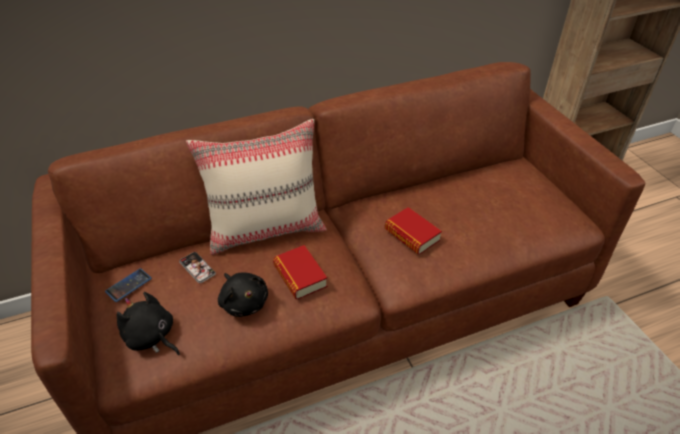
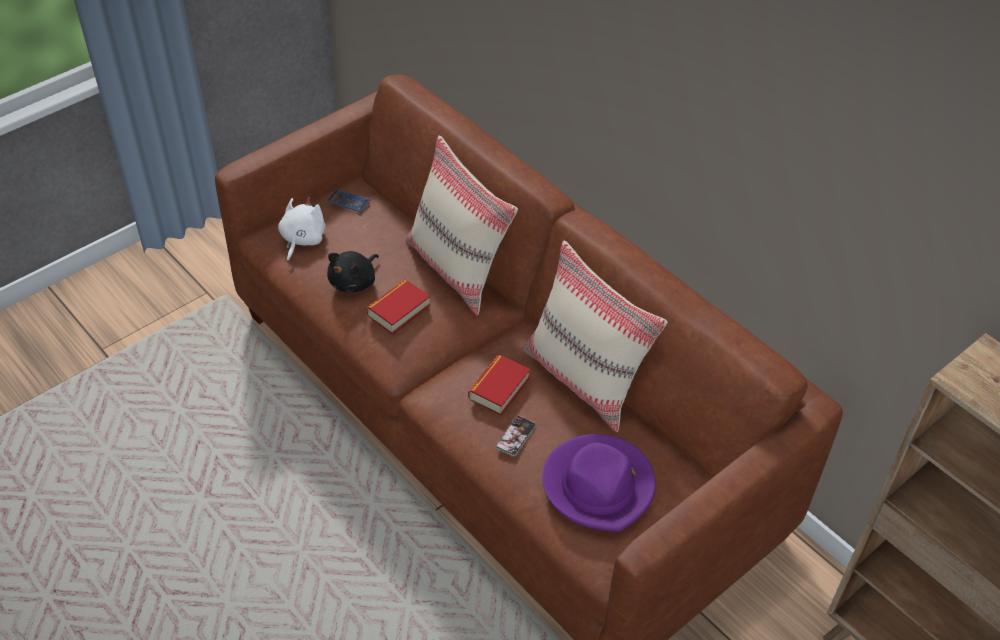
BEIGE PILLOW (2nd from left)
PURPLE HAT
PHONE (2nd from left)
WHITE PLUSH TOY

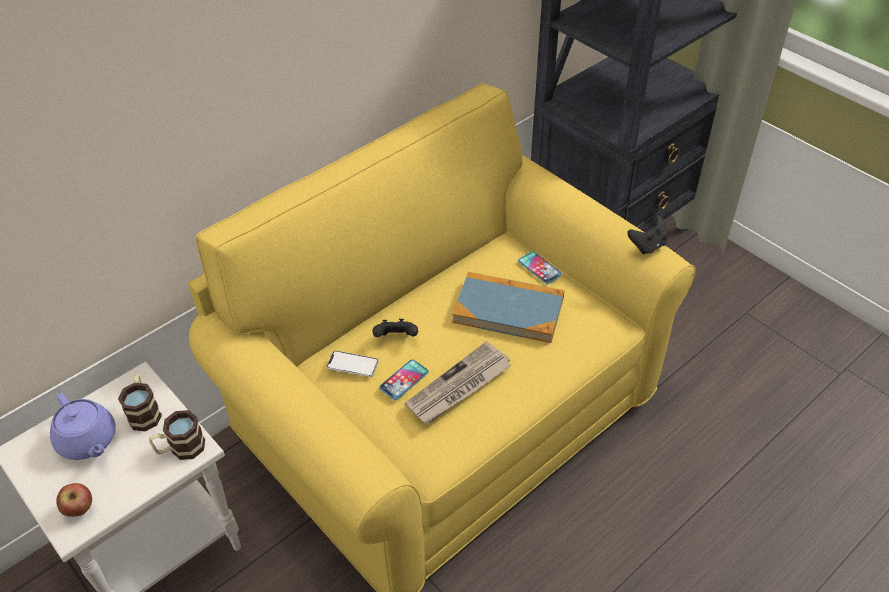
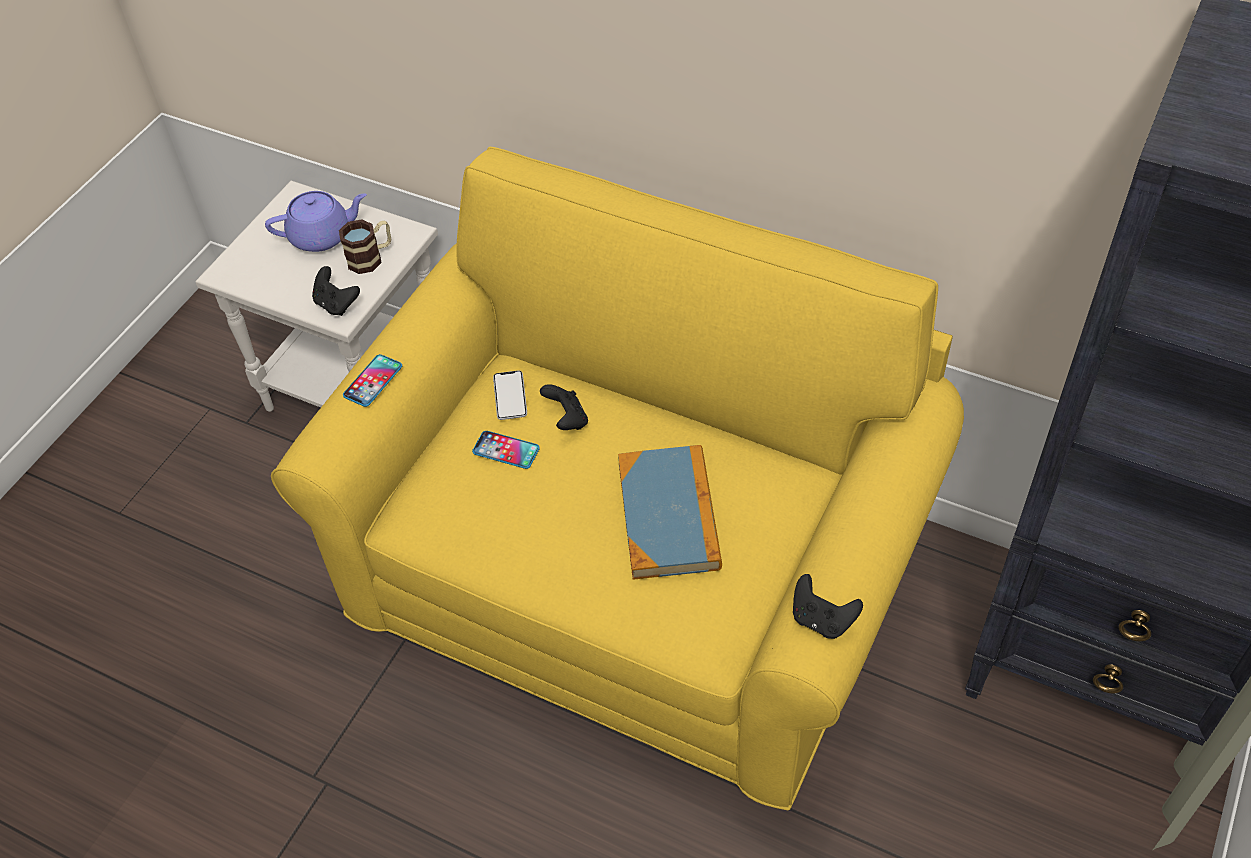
APPLE
NEWSPAPER
PHONE (1st from left)
BLACK GAME CONTROLLER (1st from left)
PURPLE TEAPOT

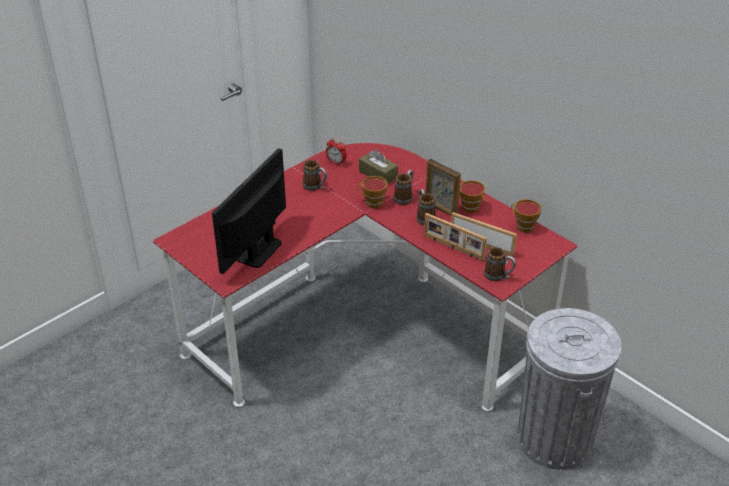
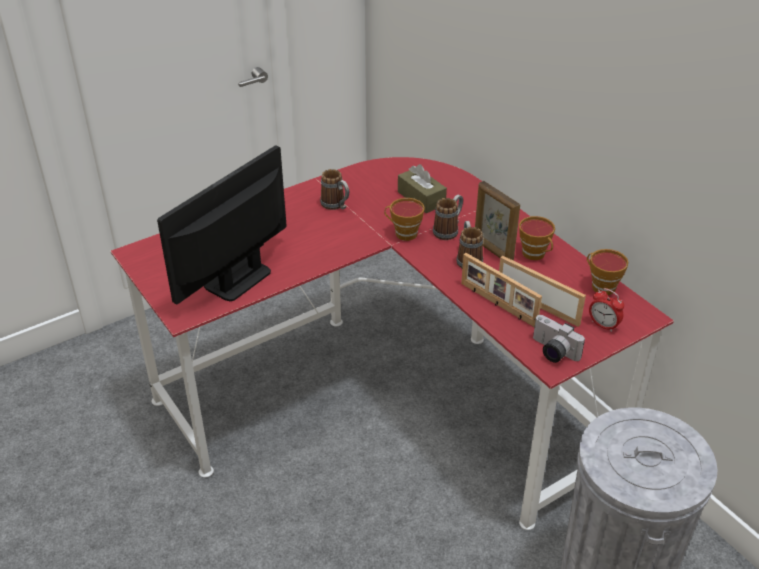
ALARM CLOCK
PHOTO CAMERA

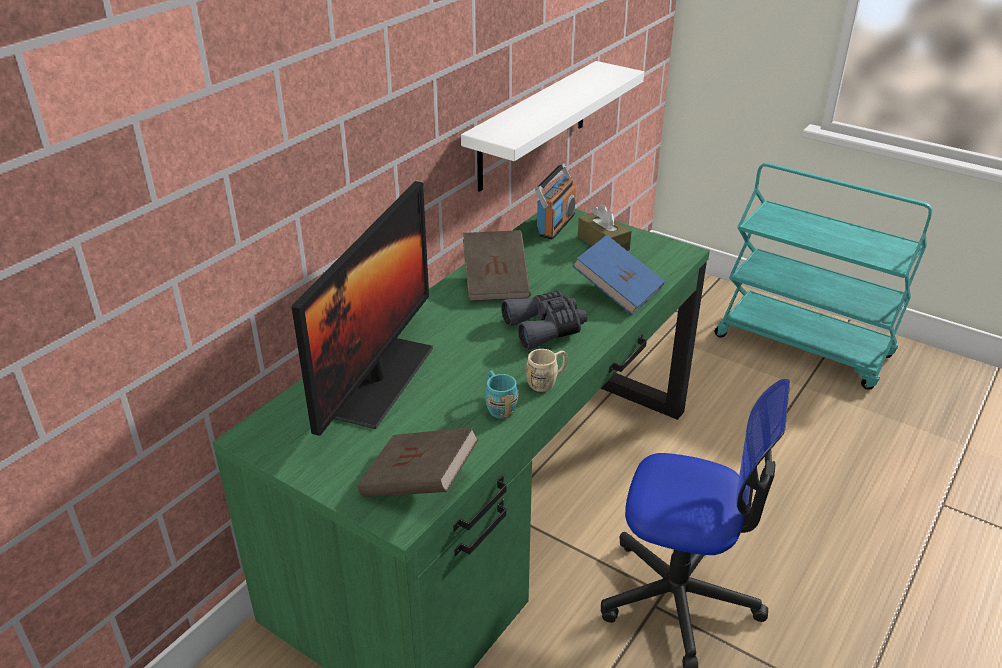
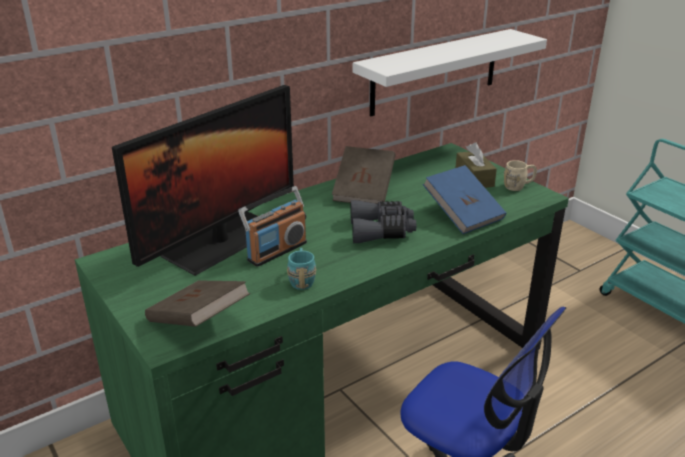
BEIGE MUG
RADIO

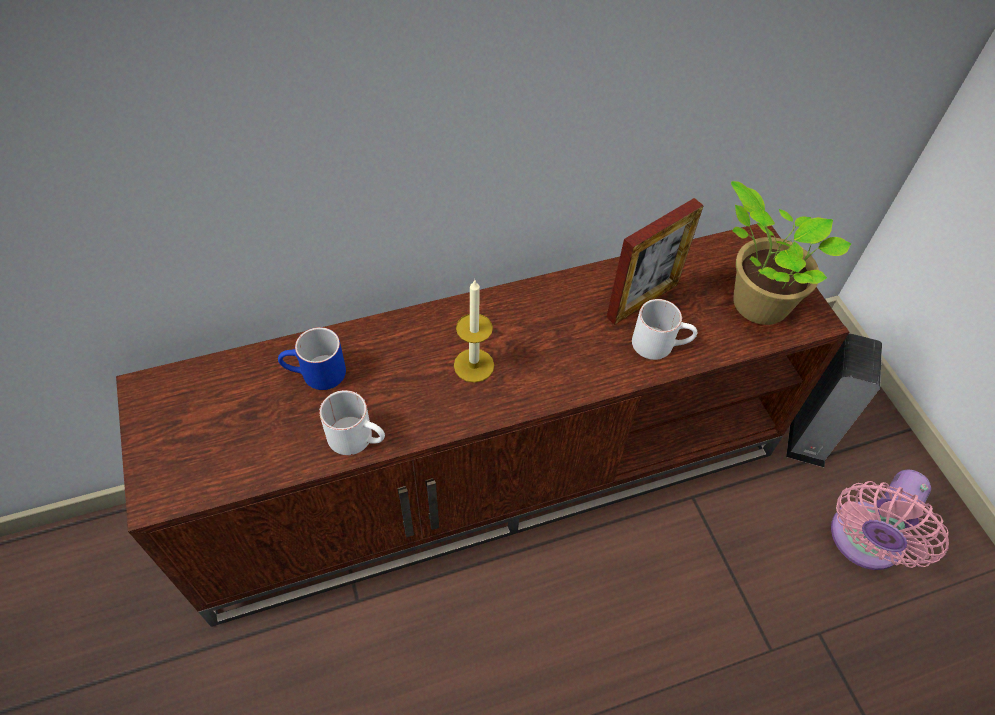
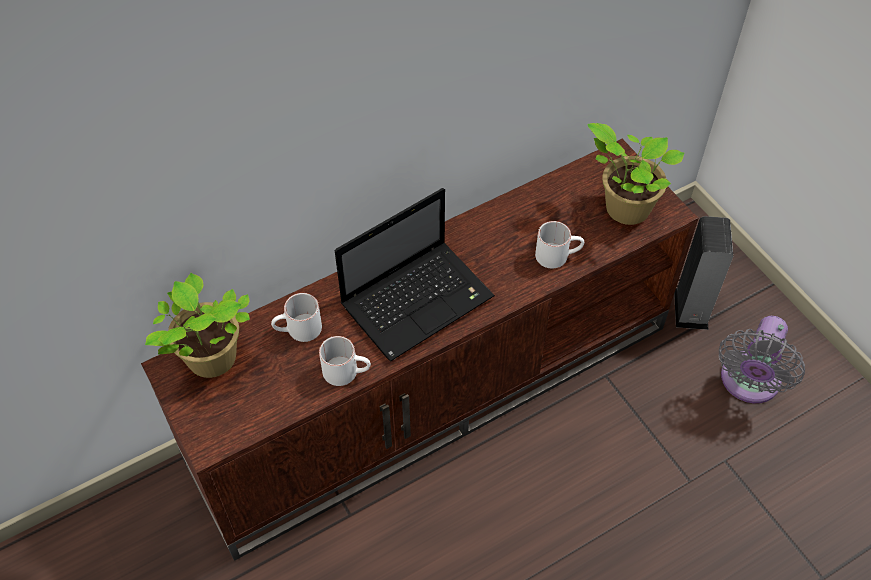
PICTURE FRAME
POTTED PLANT (1st from left)
LAPTOP
WHITE MUG (1st from left)
GREY FAN

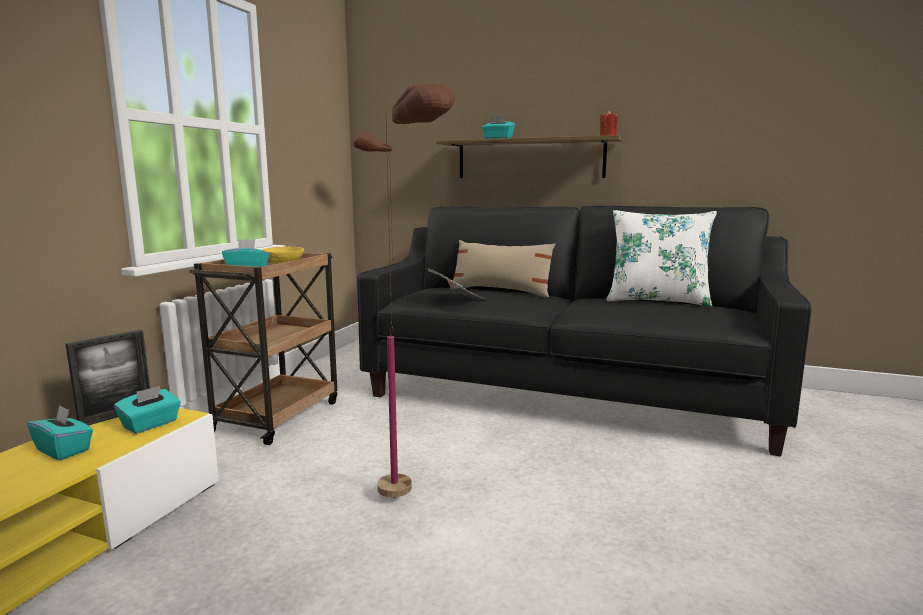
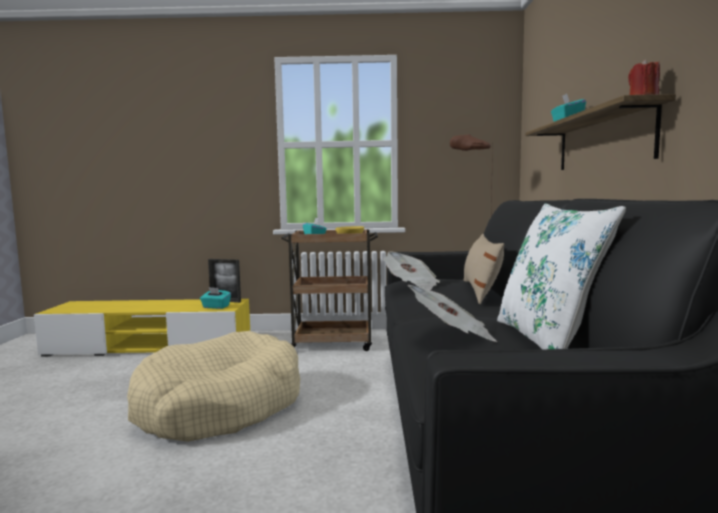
TURQUOISE TISSUE BOX (1st from left in the first image)
NEWSPAPER (2nd from left)
BEIGE DOG BED

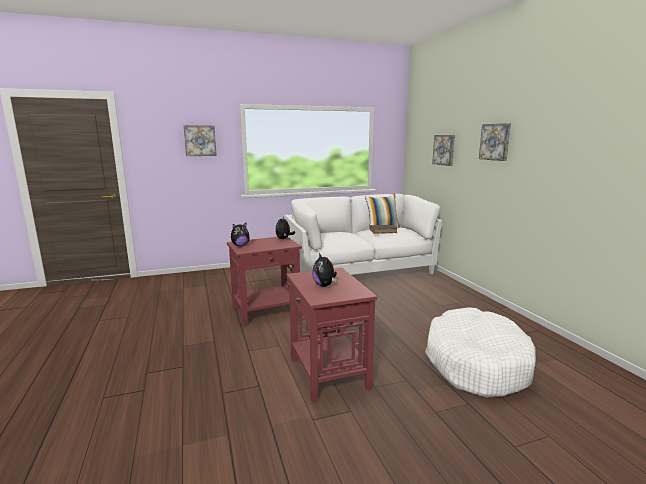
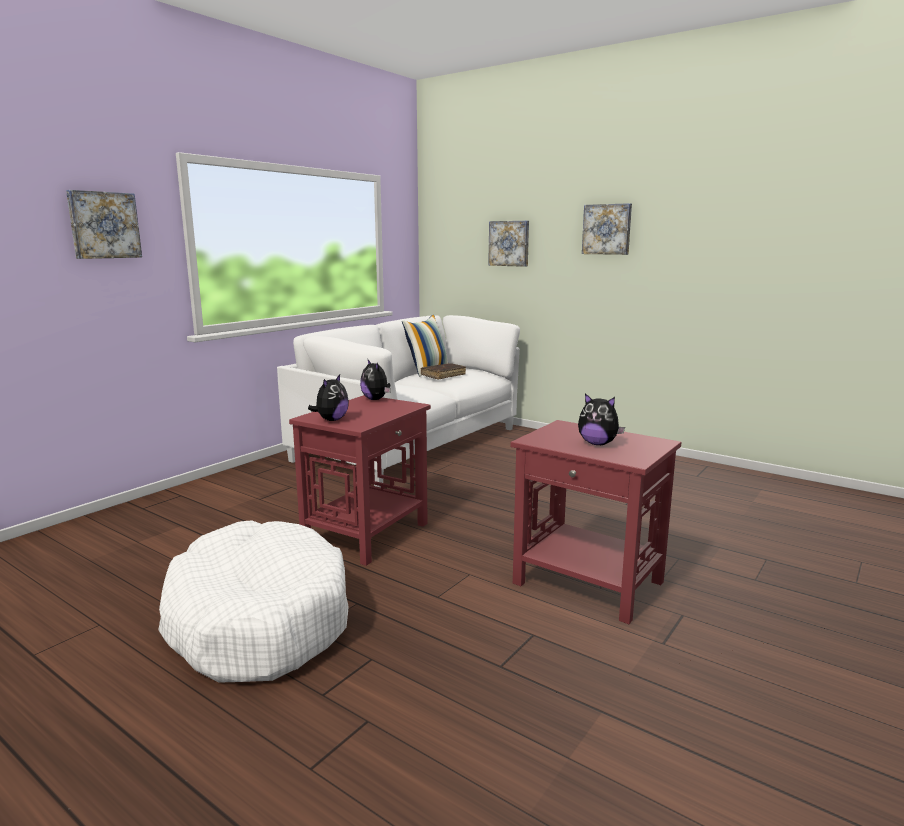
WHITE DOG BED

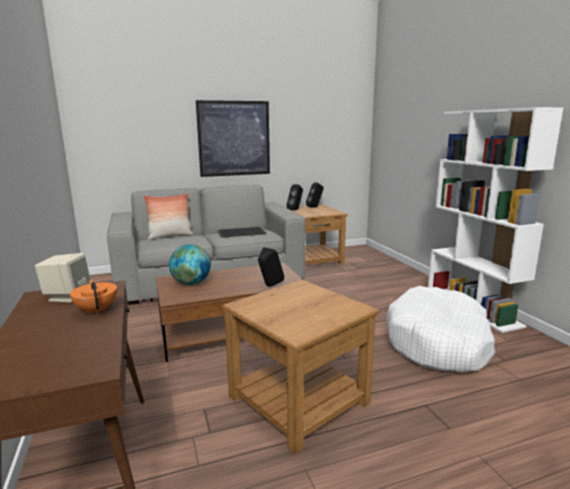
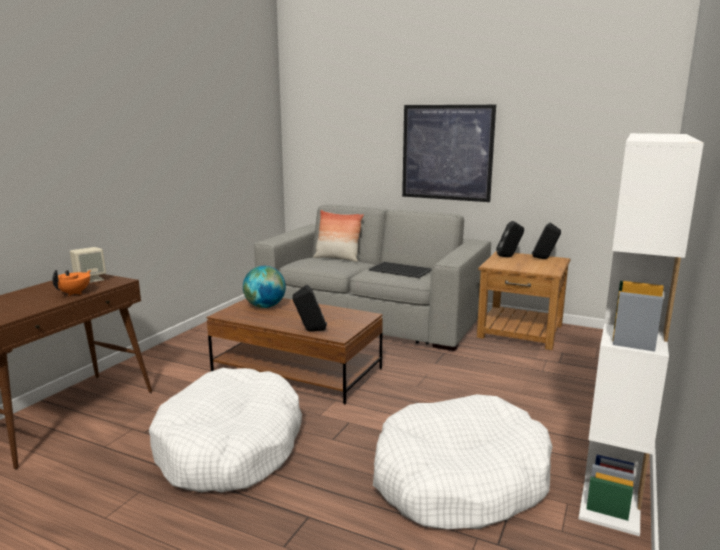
WHITE DOG BED (1st from left)

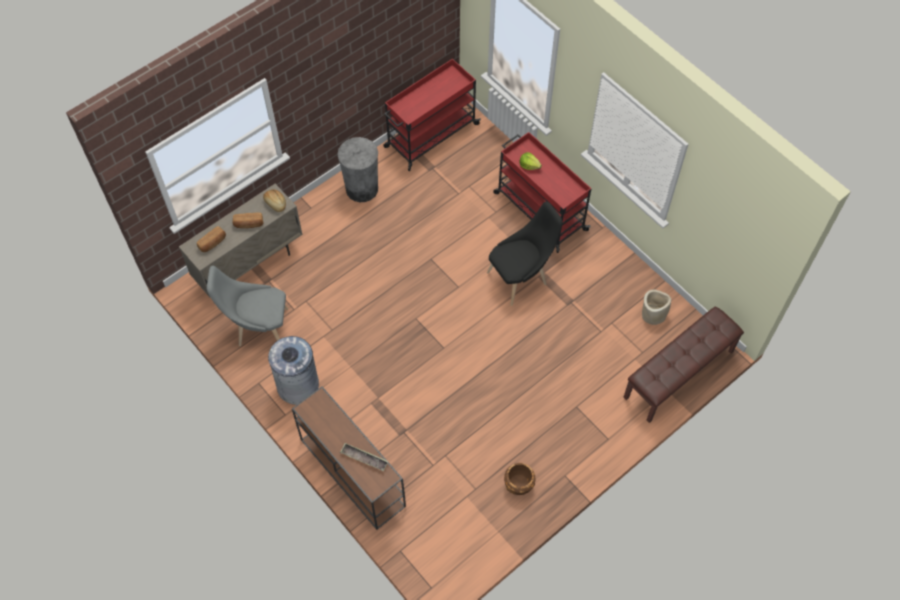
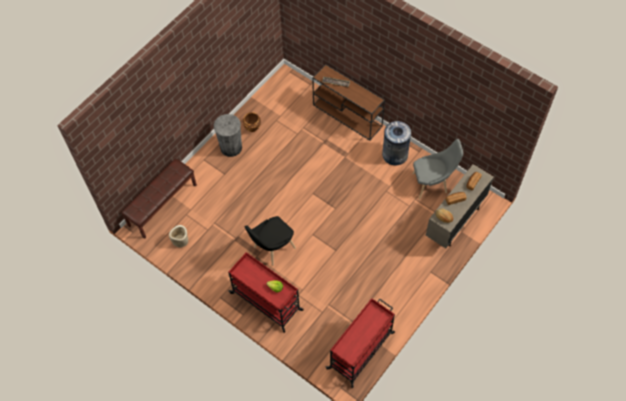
GREY TRASH CAN (1st from left)

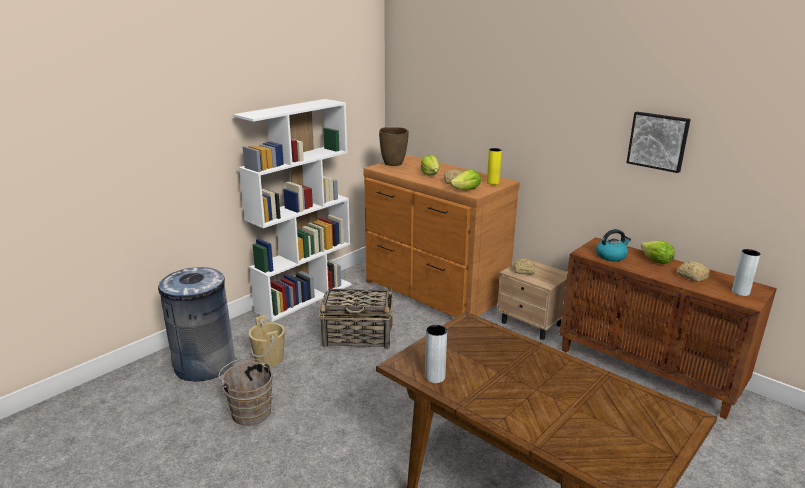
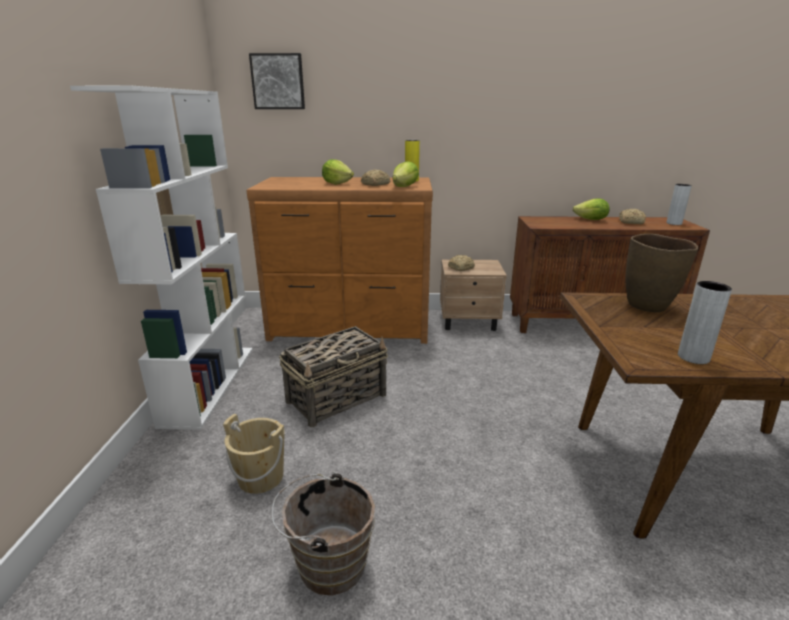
GREY TRASH CAN
KETTLE
BROWN VASE
PICTURE

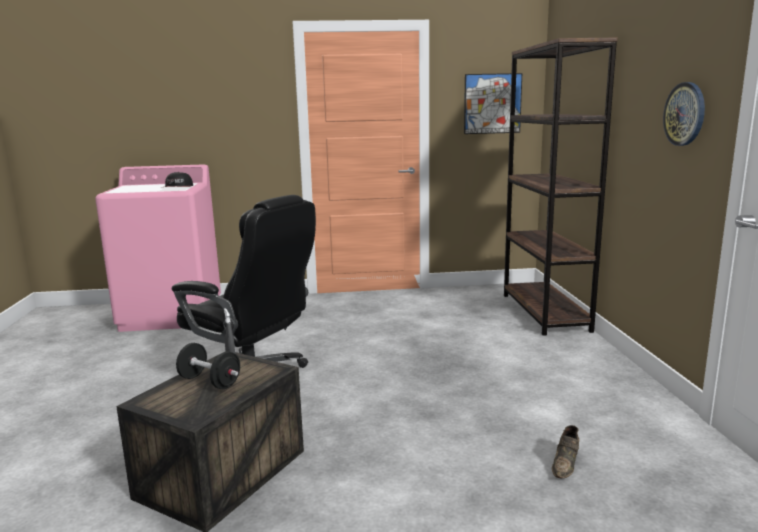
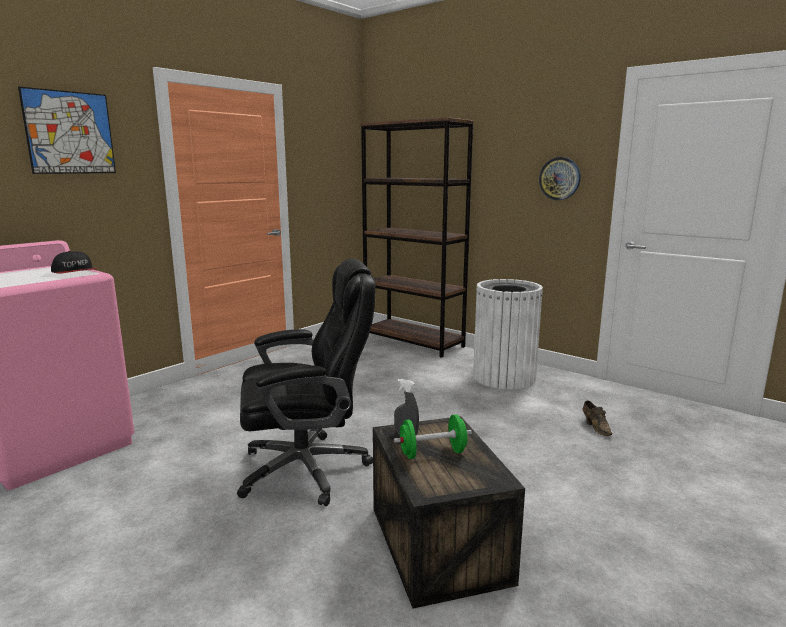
WHITE TRASH CAN
PICTURE
GREEN DUMBBELL

